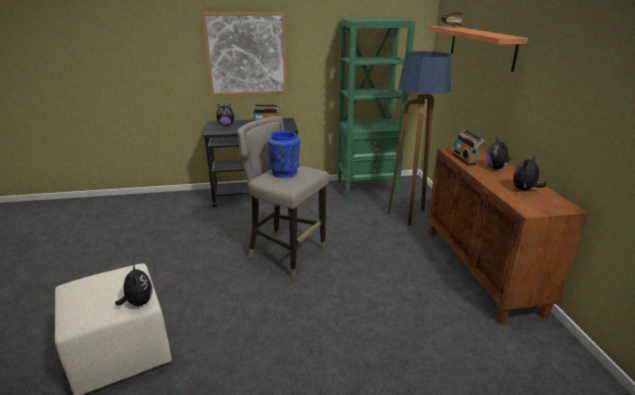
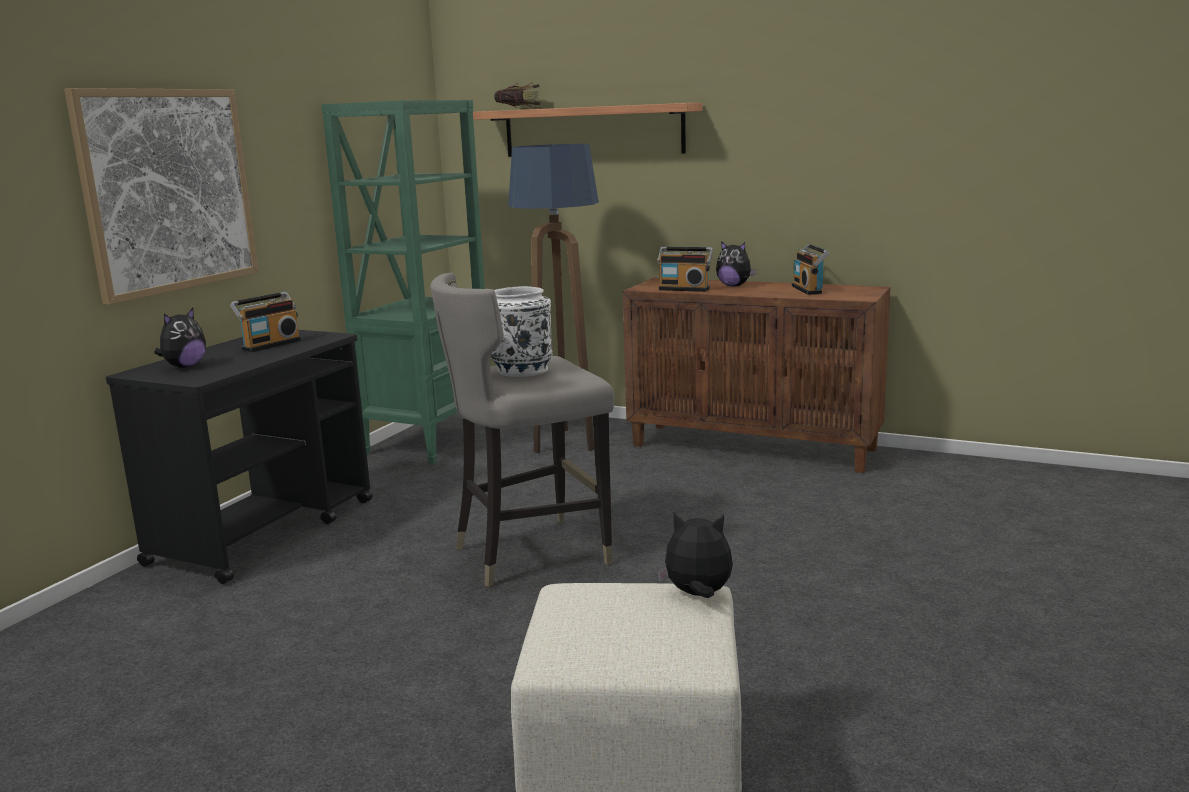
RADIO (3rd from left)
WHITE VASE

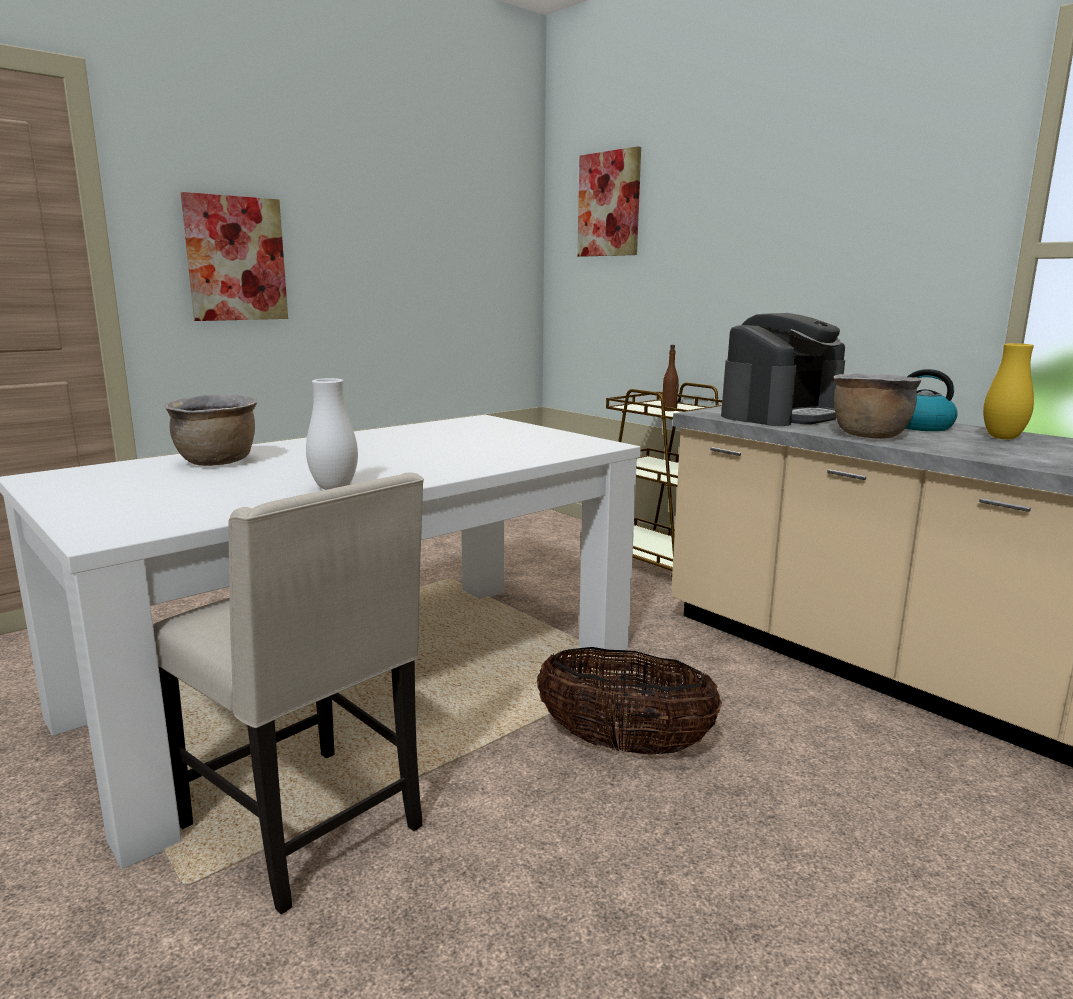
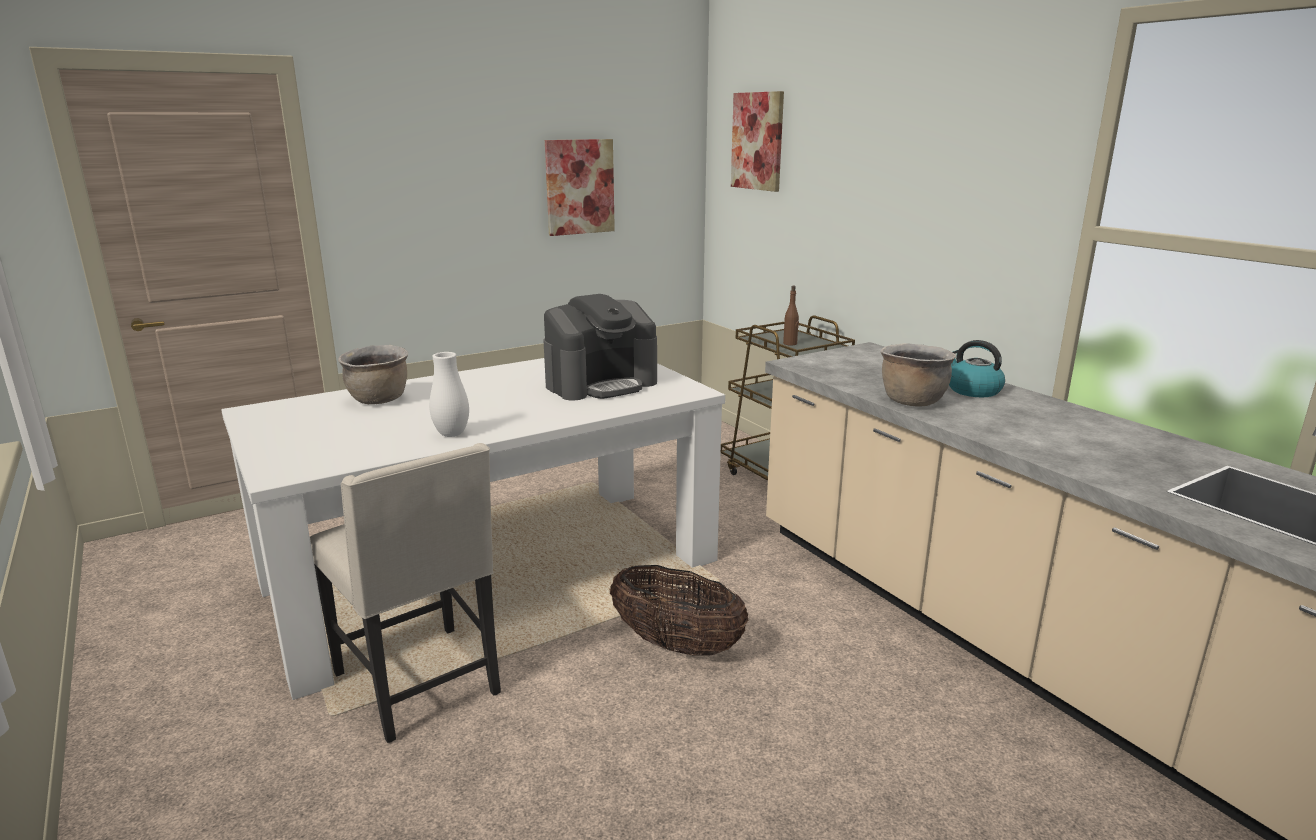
YELLOW VASE
PICTURE (1st from left)
COFFEE MACHINE

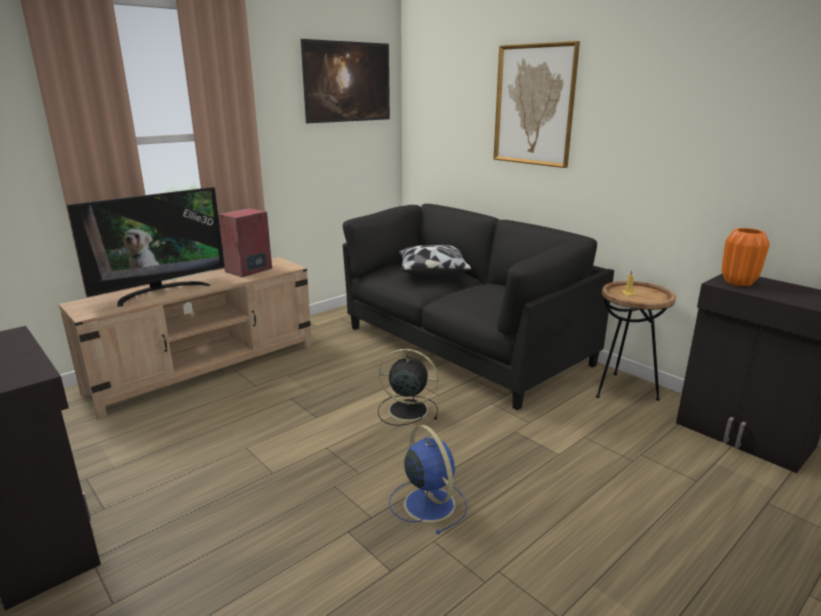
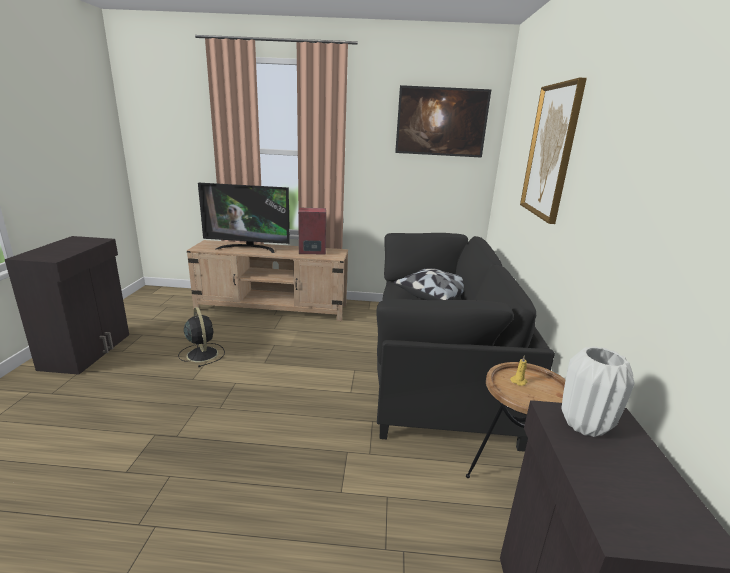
BLUE FAN
BLACK FAN
WHITE VASE

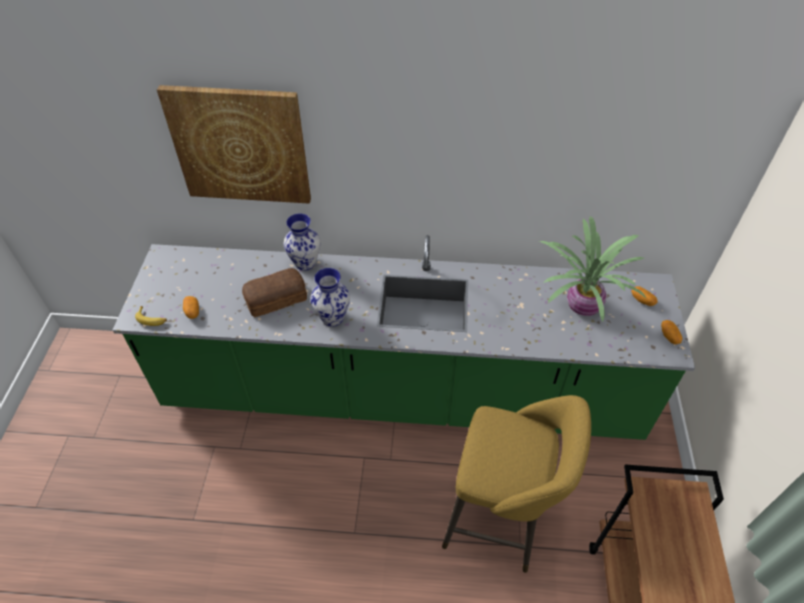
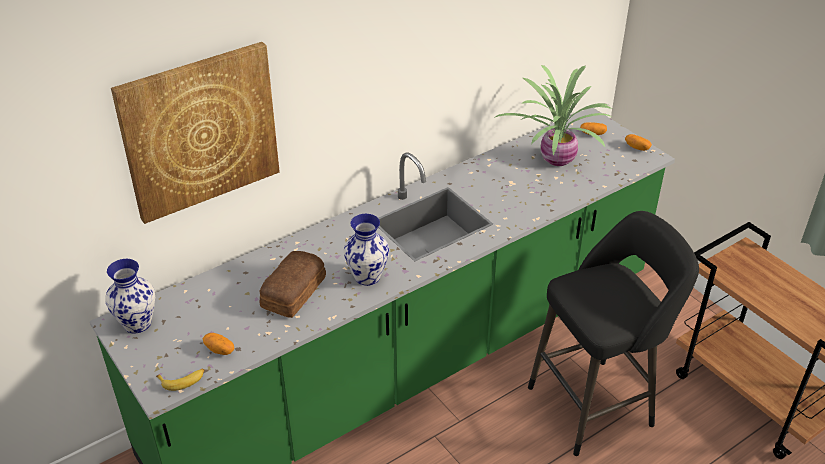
VASE (1st from left)
BLACK STOOL

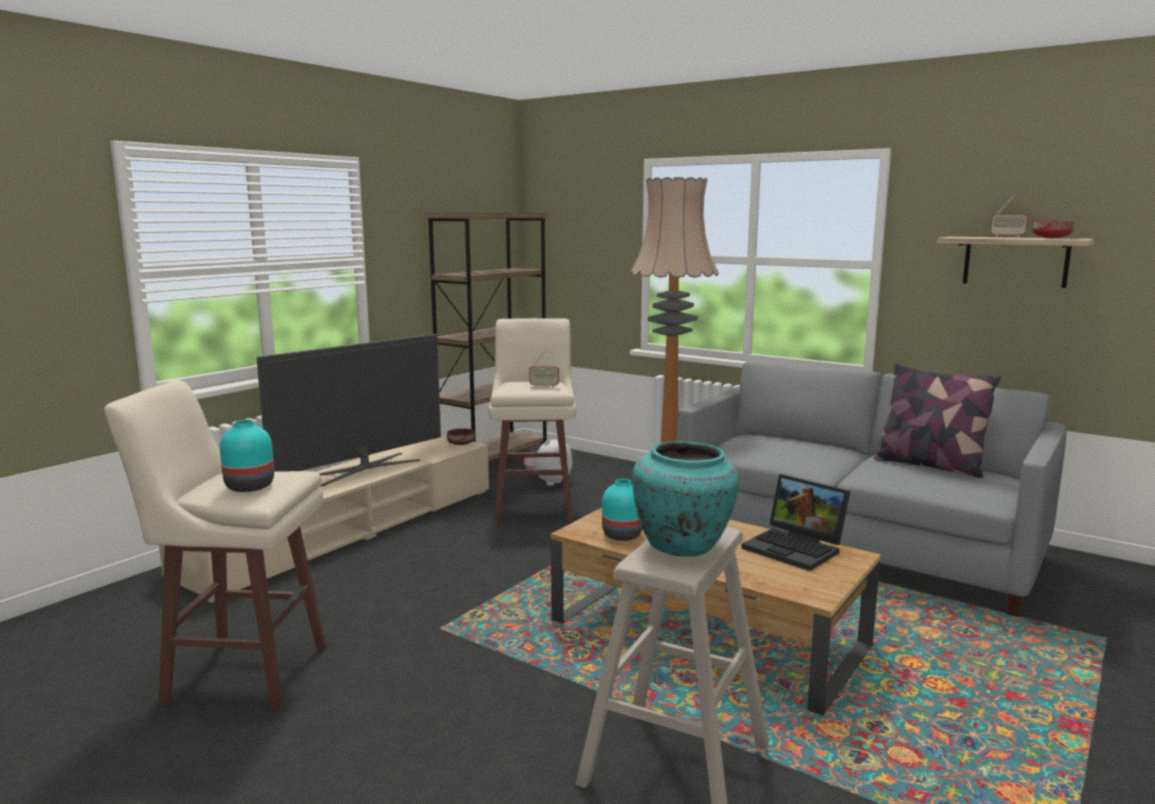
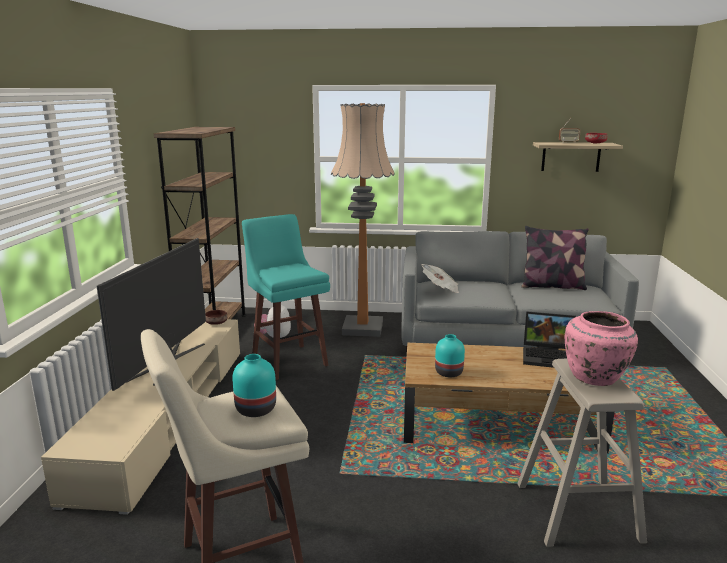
RADIO (1st from left in the first image)
NEWSPAPER
TURQUOISE STOOL
PINK VASE

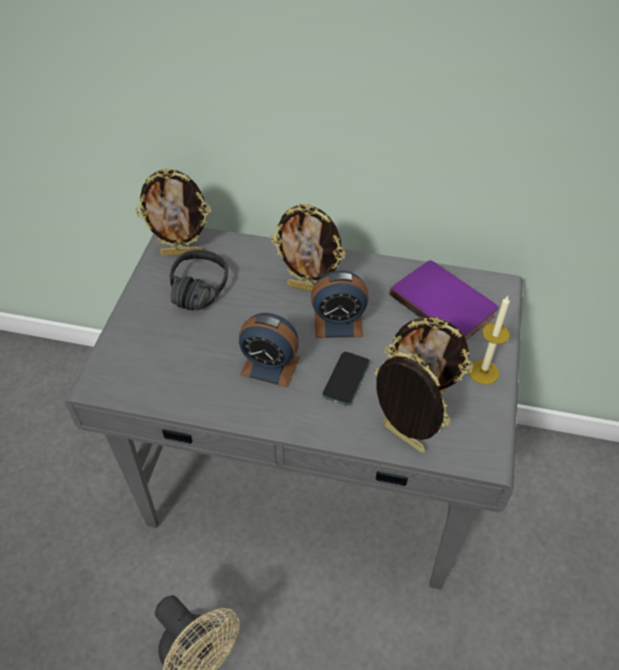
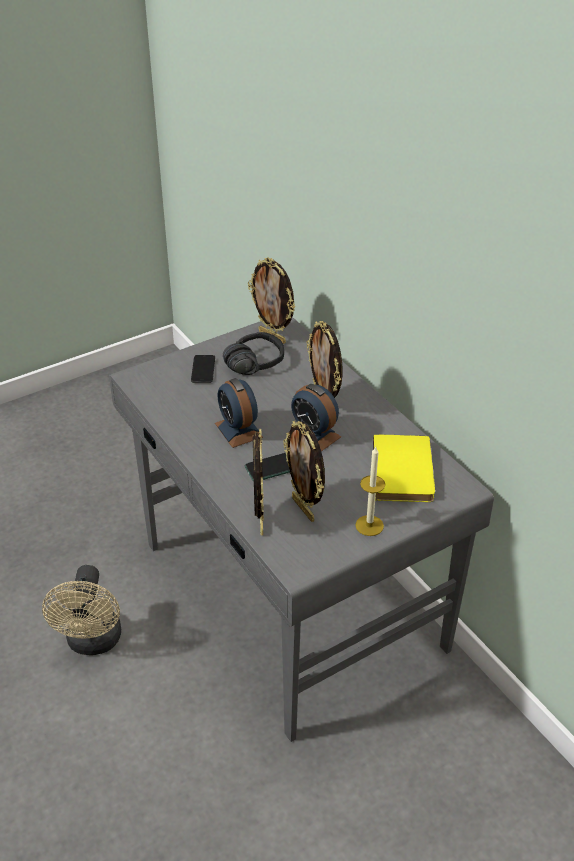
PHONE (1st from left)
YELLOW BOOK

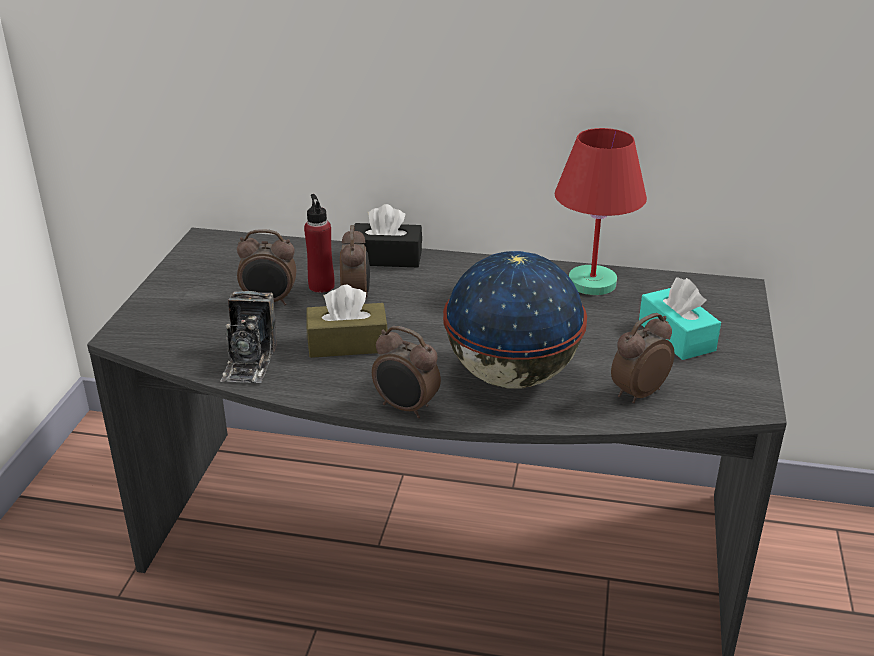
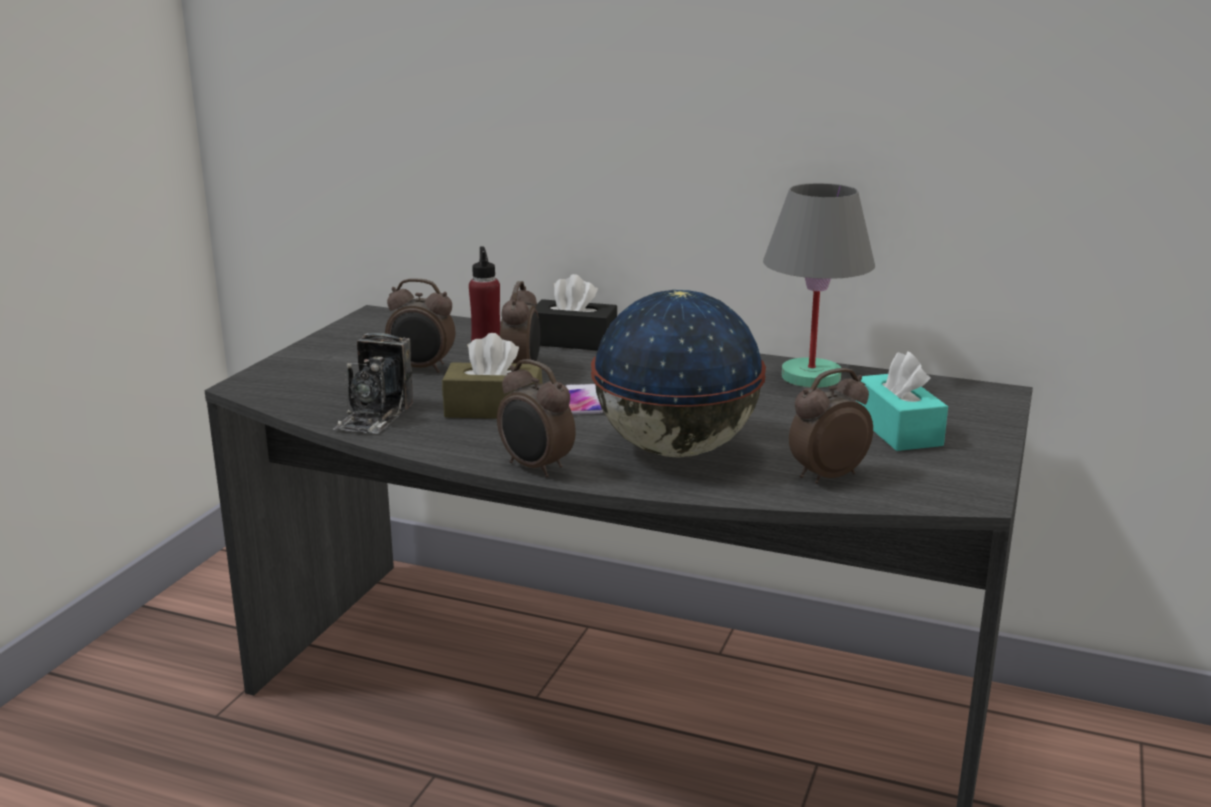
PHONE
GREY TABLE LAMP

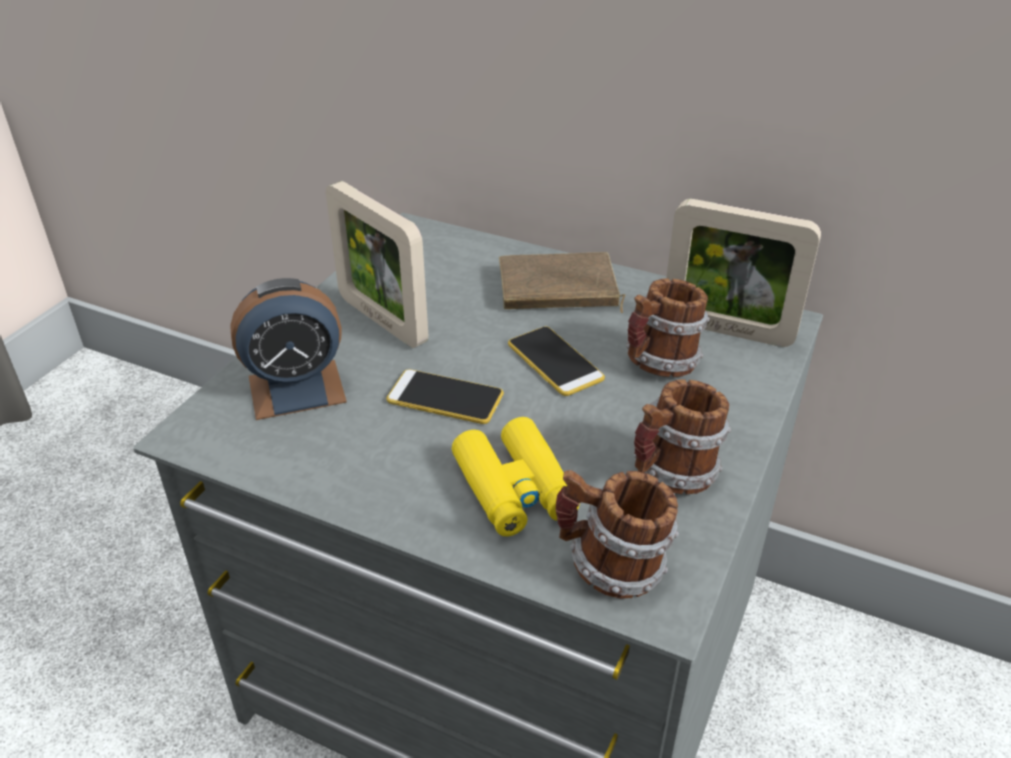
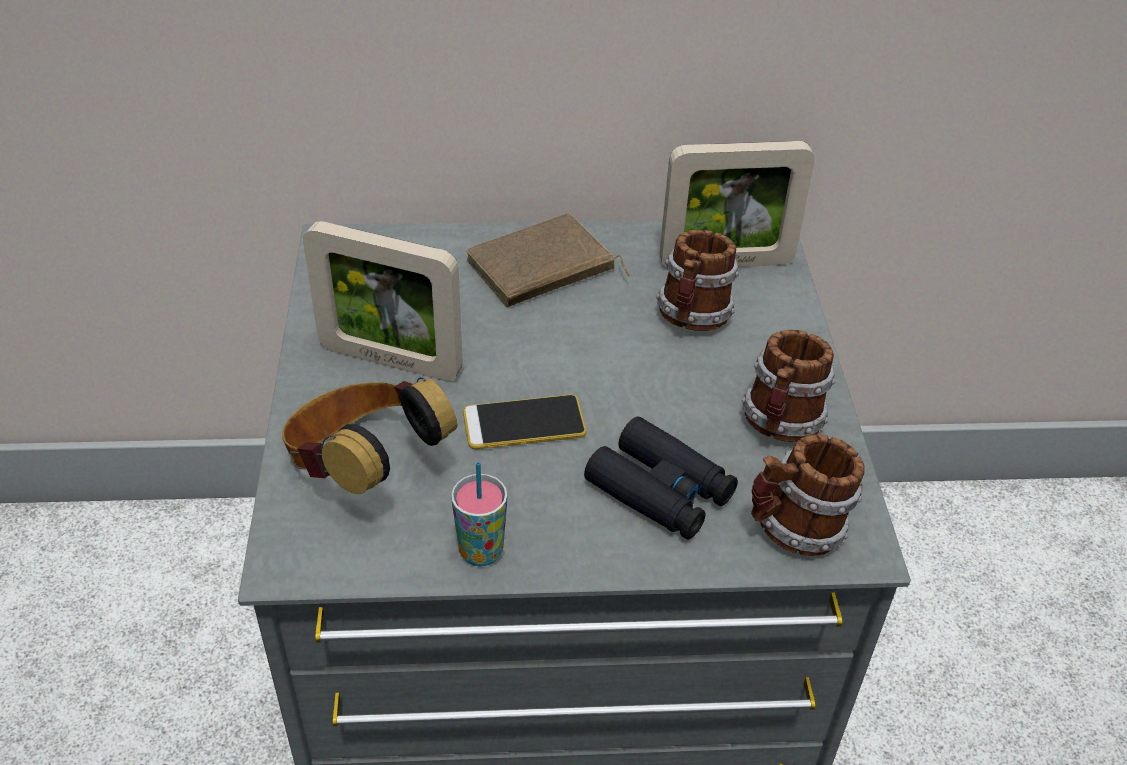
PHONE (2nd from left in the first image)
CUP
HEADPHONES
BLACK BINOCULARS

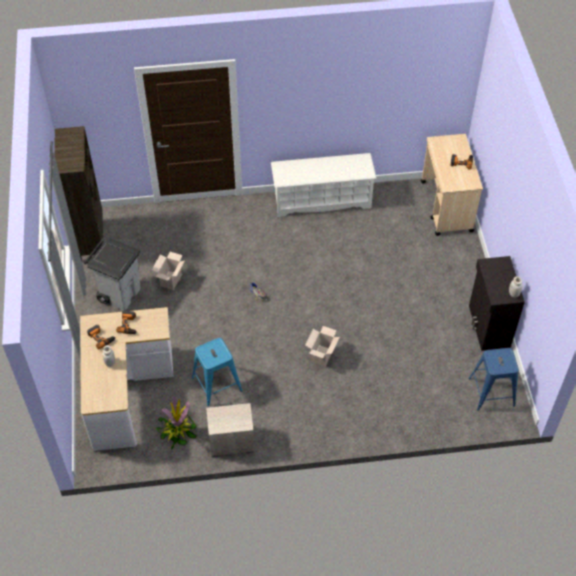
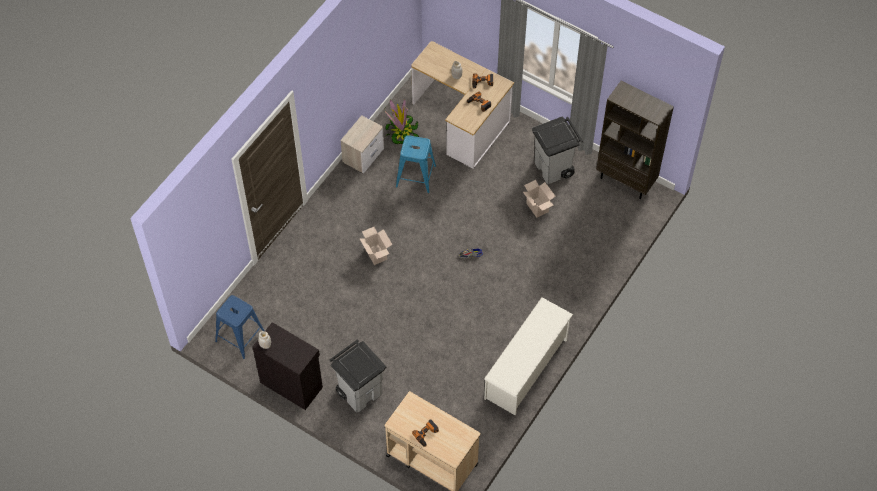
GREY TRASH CAN (1st from left)

